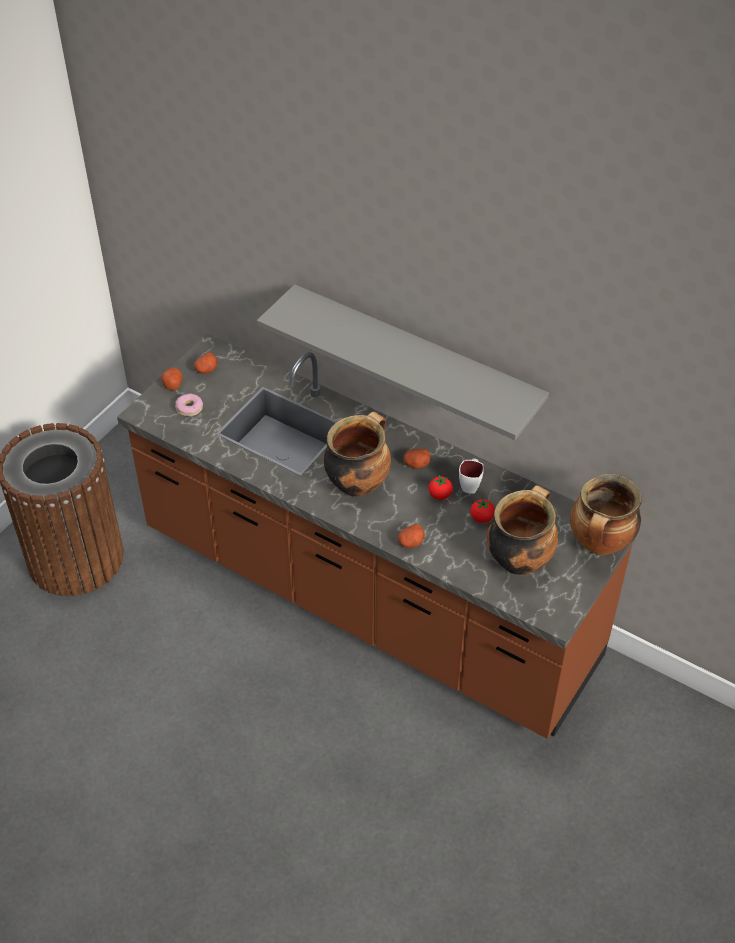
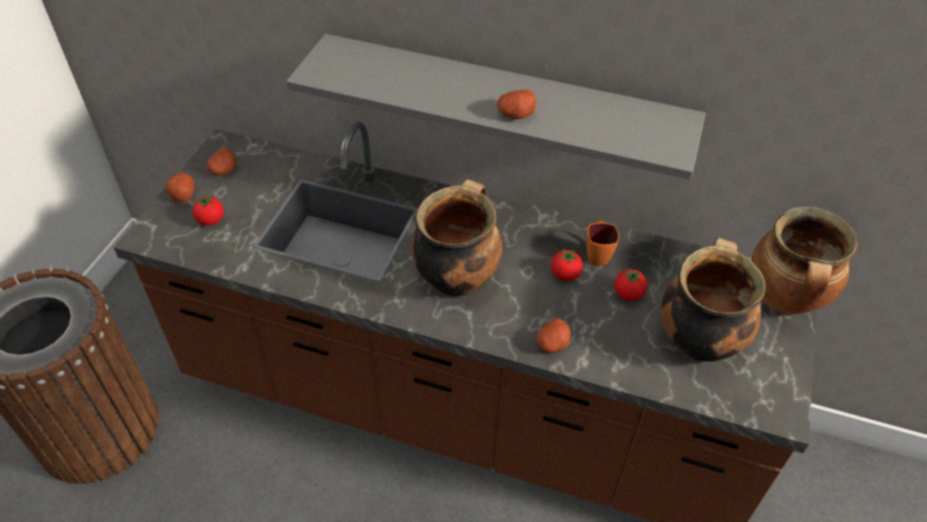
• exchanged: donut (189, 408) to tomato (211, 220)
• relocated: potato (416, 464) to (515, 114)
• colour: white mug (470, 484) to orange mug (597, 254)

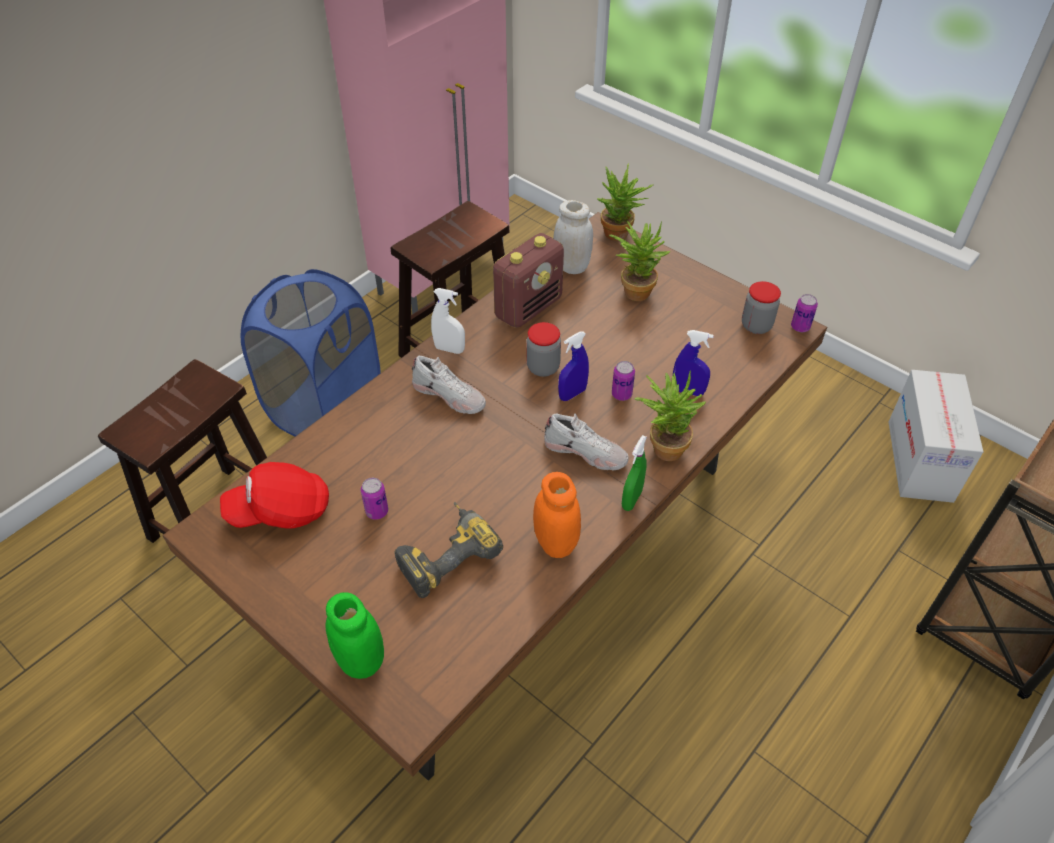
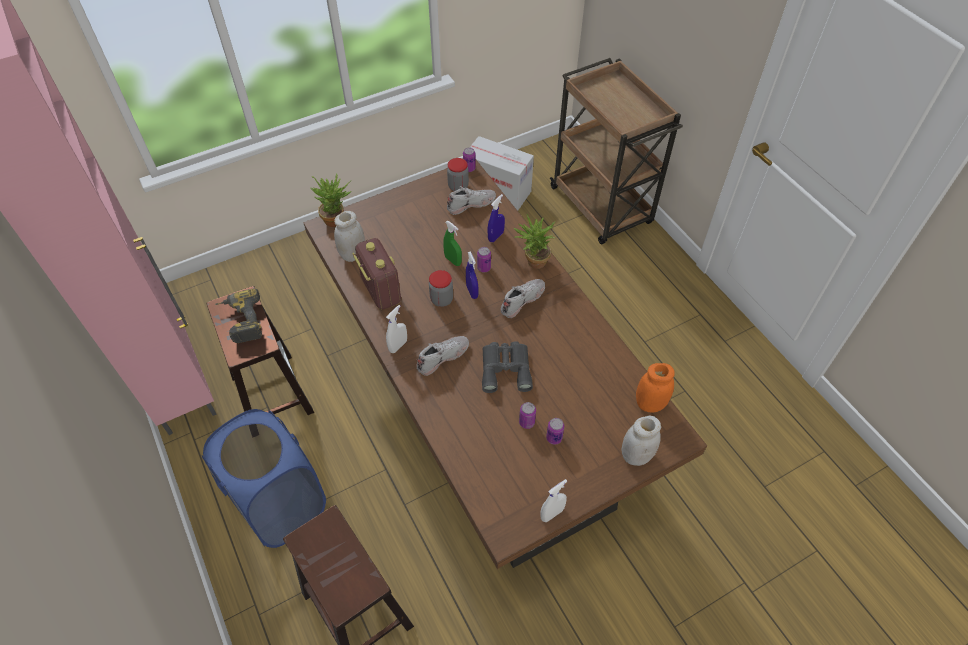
• missing: red cap (280, 510)
• colour: green jar (361, 661) to white jar (636, 455)
• relocated: power drill (445, 553) to (240, 321)
• relocated: orange jar (556, 543) to (650, 404)
• missing: potted plant (635, 289)
• relocated: green spray bottle (631, 499) to (453, 260)
• appeared: white shoe (471, 204)
• appeared: grey binoculars (506, 368)
• appeared: white spray bottle (552, 514)
• appeared: can (554, 438)

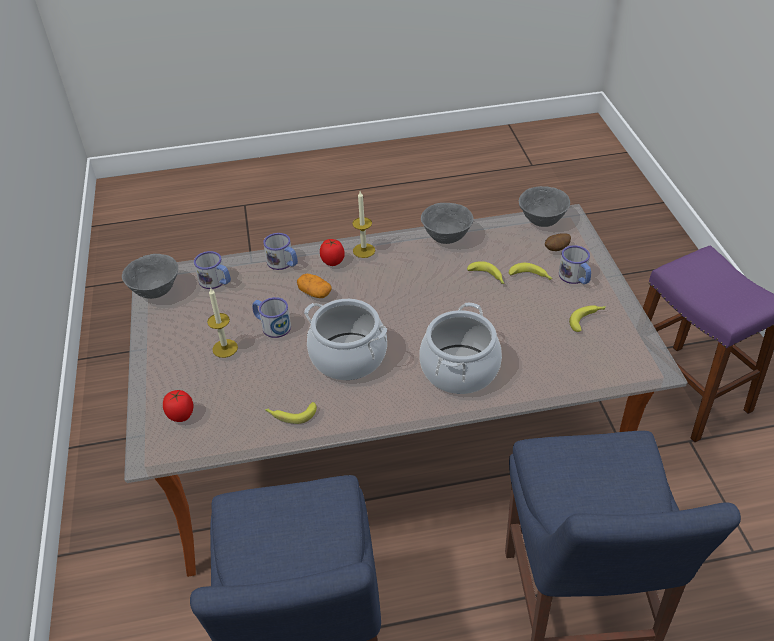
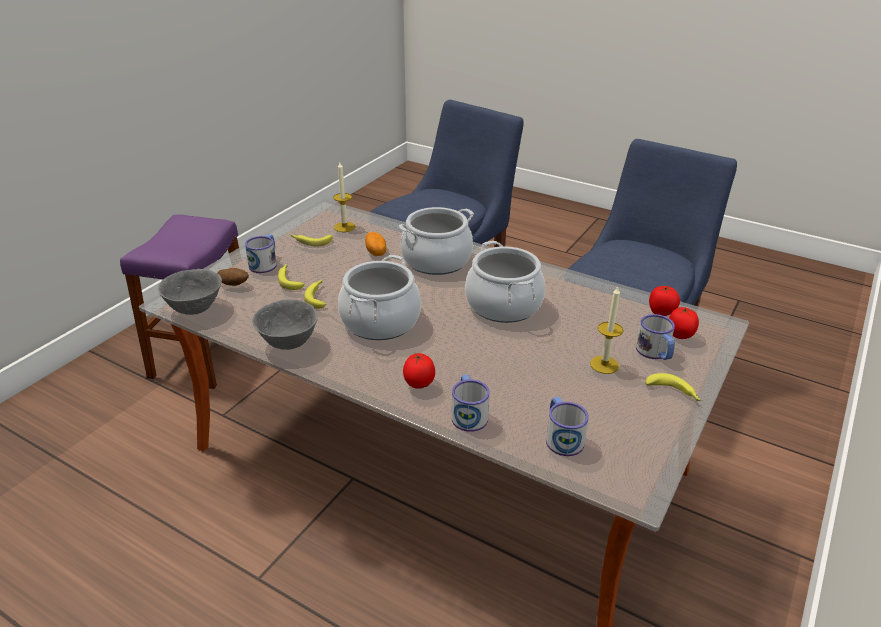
• missing: grey bowl (156, 291)
• relocated: mug (272, 325) to (655, 353)
• relocated: banana (290, 414) to (673, 393)
• relocated: potato (314, 293) to (376, 252)
• relocated: candle (364, 250) to (344, 227)
• appeared: cooking pot (380, 321)
• appeared: tomato (661, 313)

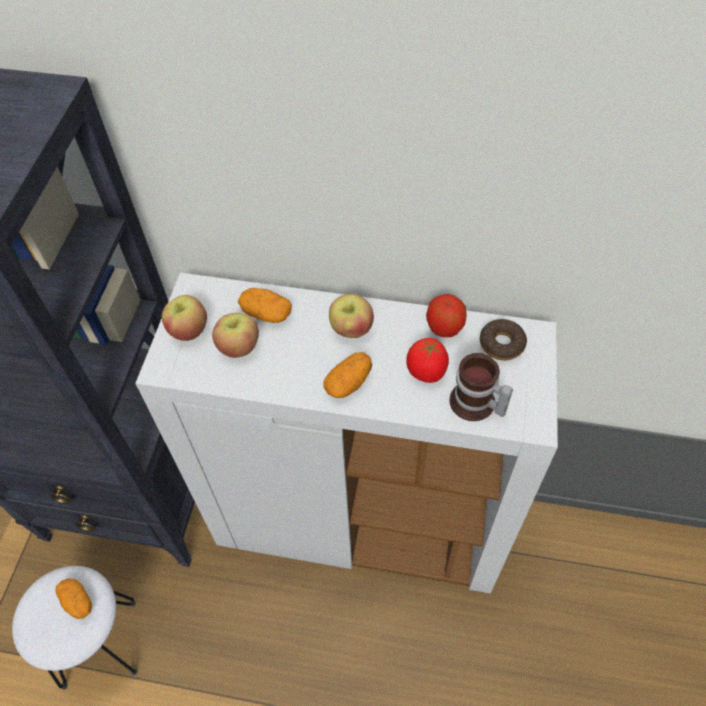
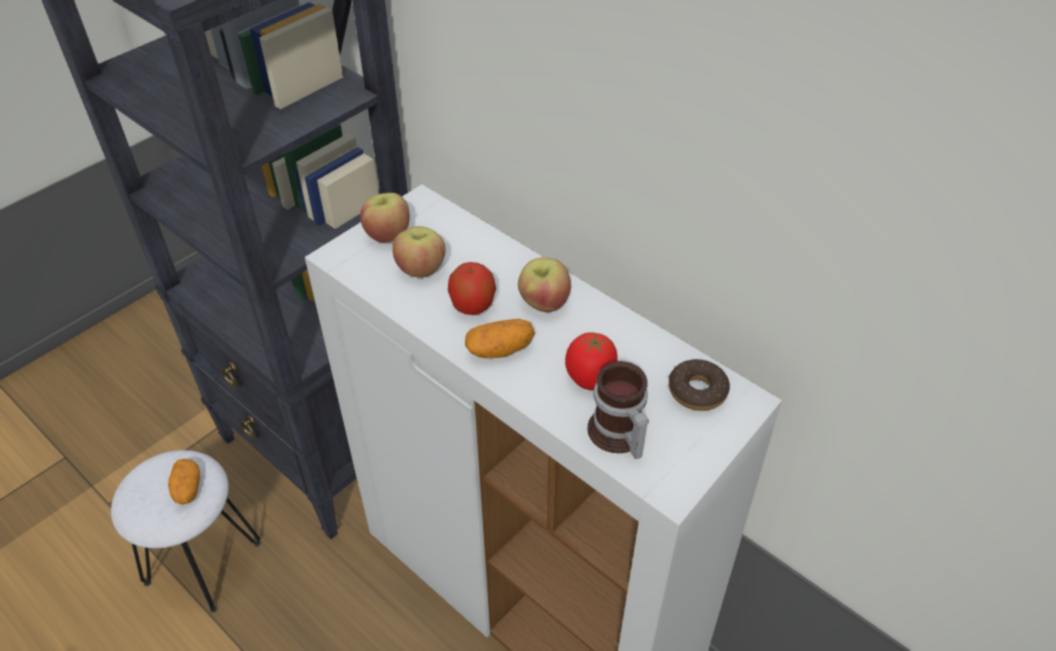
• missing: potato (266, 313)
• relocated: apple (444, 327) to (472, 306)

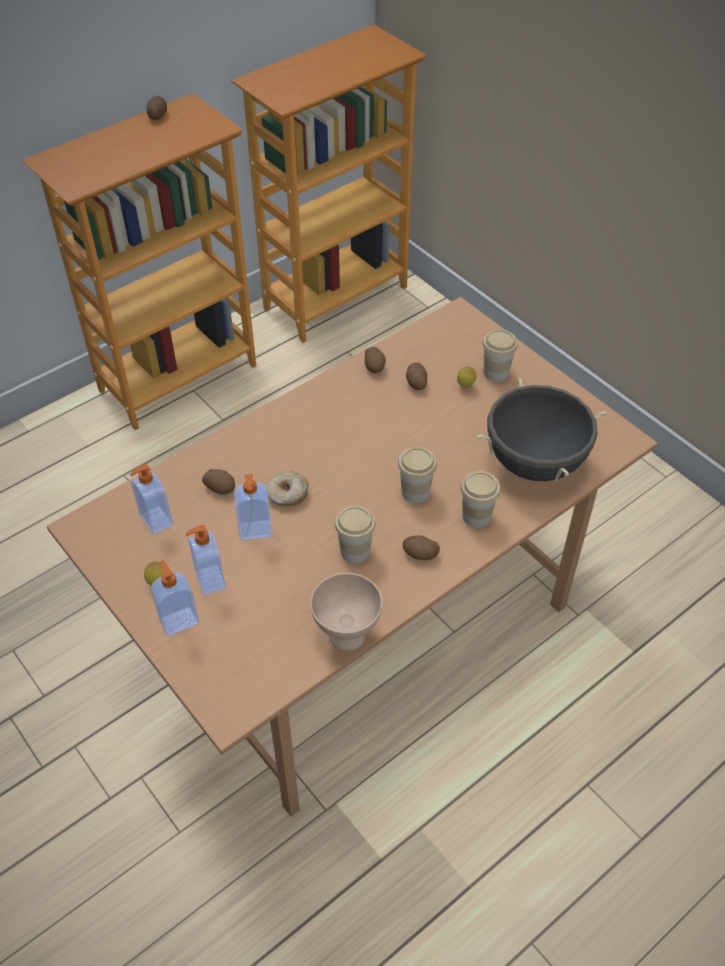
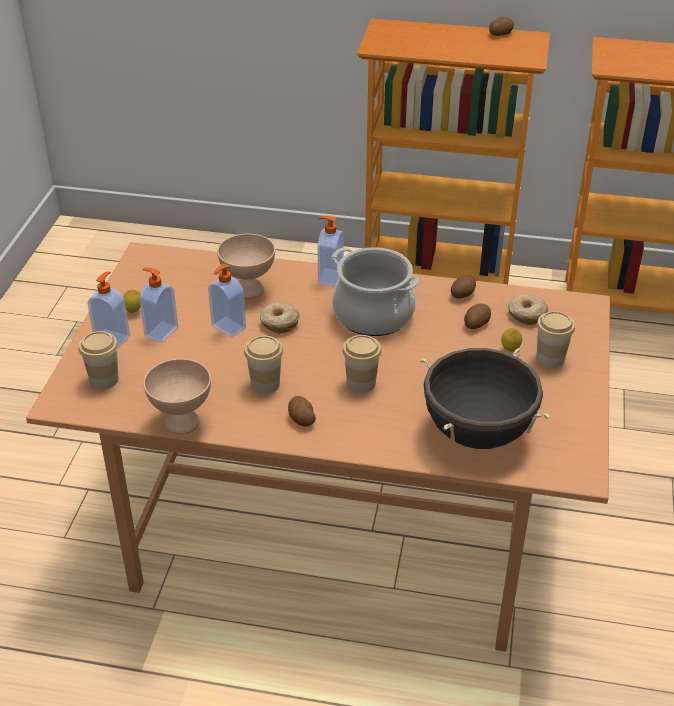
• relocated: soap dispenser (155, 521) to (329, 277)
• exchanged: potato (220, 487) to beige bowl (248, 290)
• relocated: cup (476, 516) to (104, 379)
• appeared: cooking pot (374, 315)
• appeared: donut (526, 315)

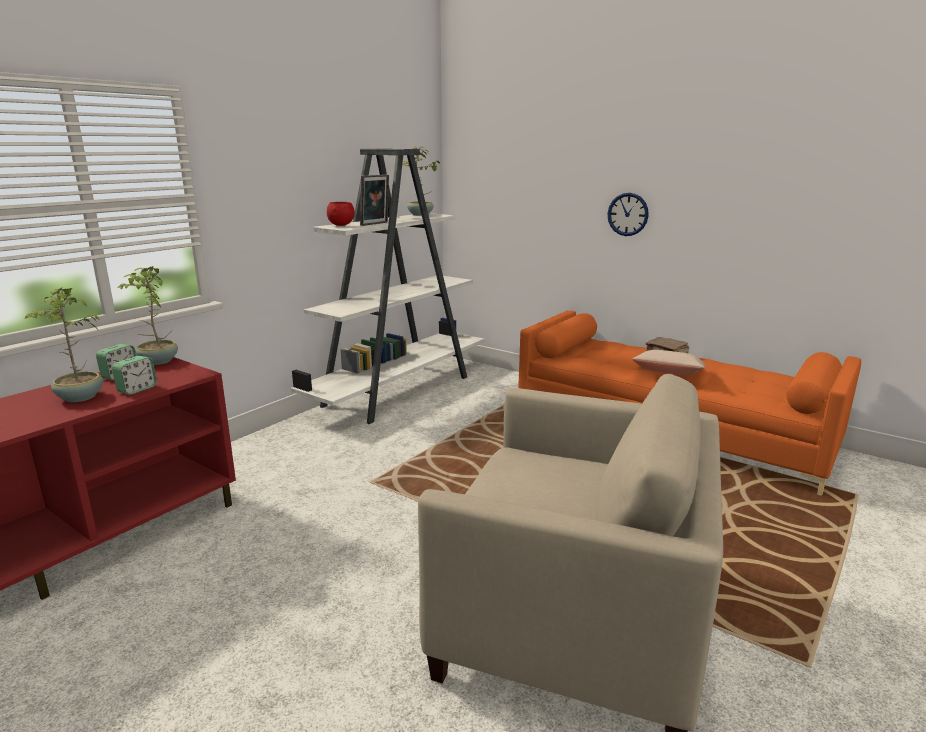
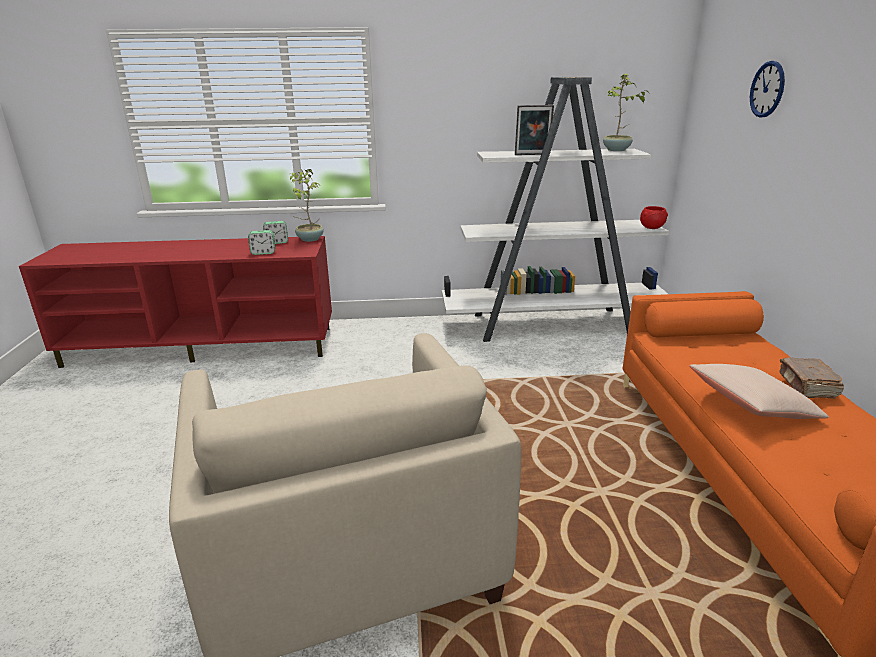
• missing: potted plant (80, 398)
• relocated: red bowl (341, 225) to (652, 228)
• relocated: wall clock (627, 214) to (767, 89)

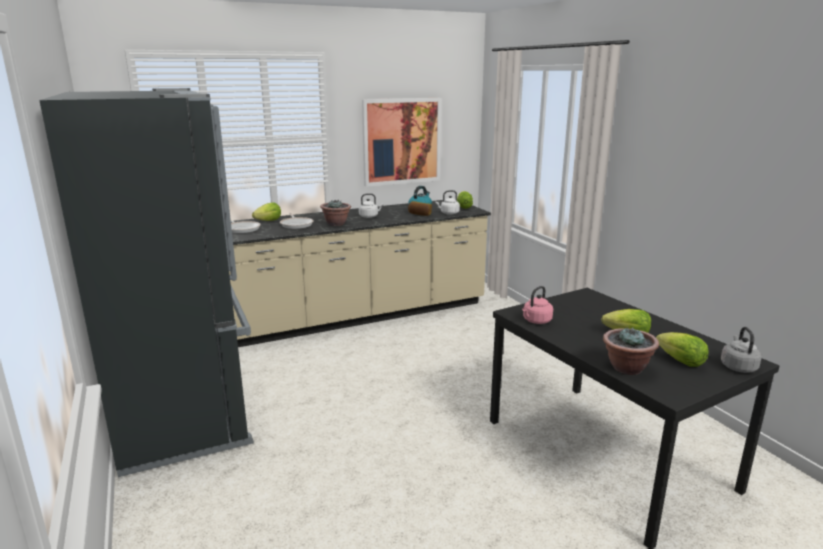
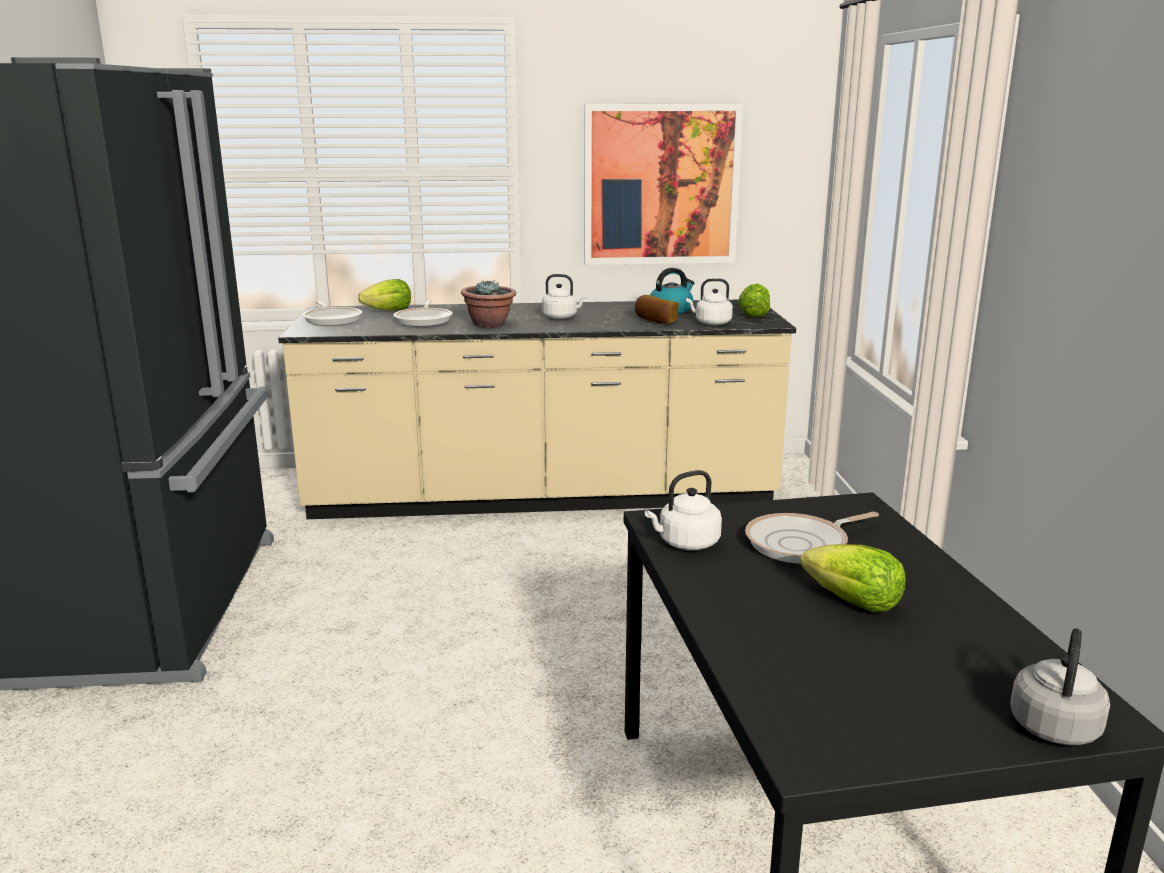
• colour: pink kettle (536, 321) to white kettle (686, 543)
• missing: potted plant (626, 368)
• missing: lettuce (681, 362)
• appeared: frying pan (801, 544)

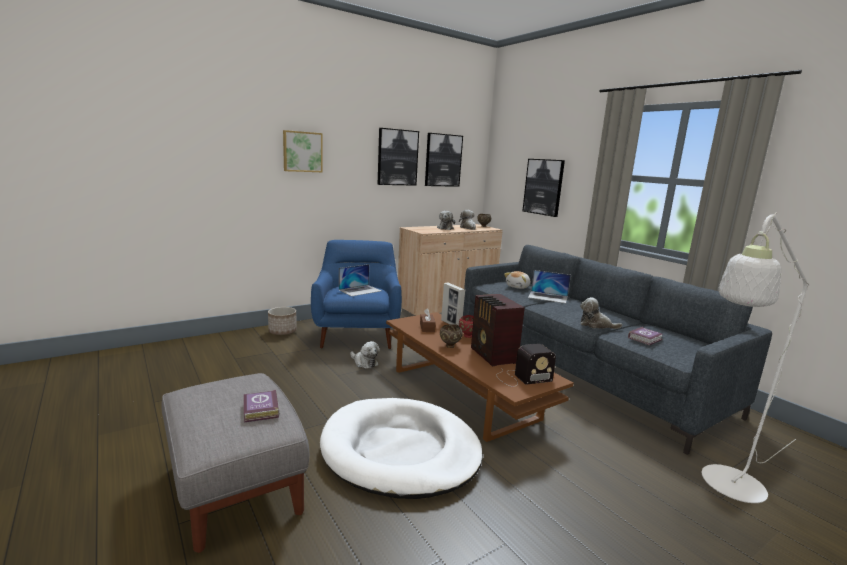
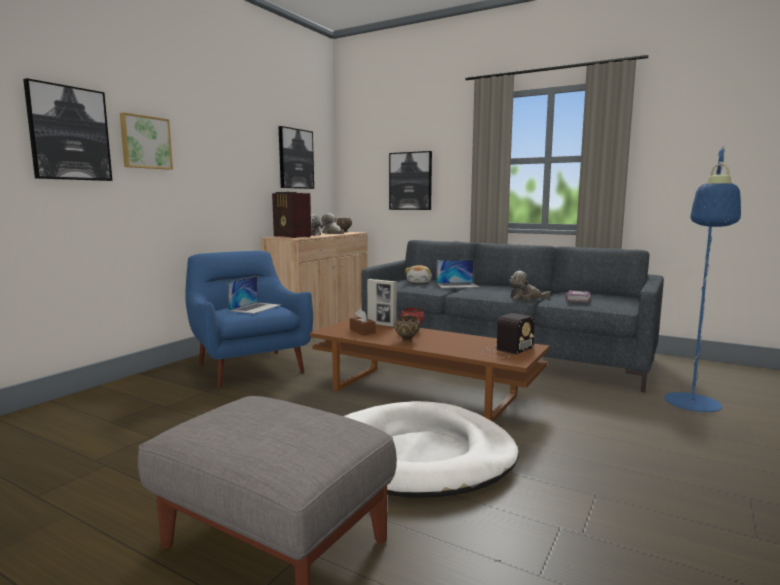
• missing: book (260, 410)
• missing: planter (282, 331)
• missing: plush toy (364, 363)
• relocated: picture (397, 157) to (69, 133)
• relocated: radio (493, 356) to (292, 236)
• colour: white floor lamp (726, 488) to blue floor lamp (693, 406)

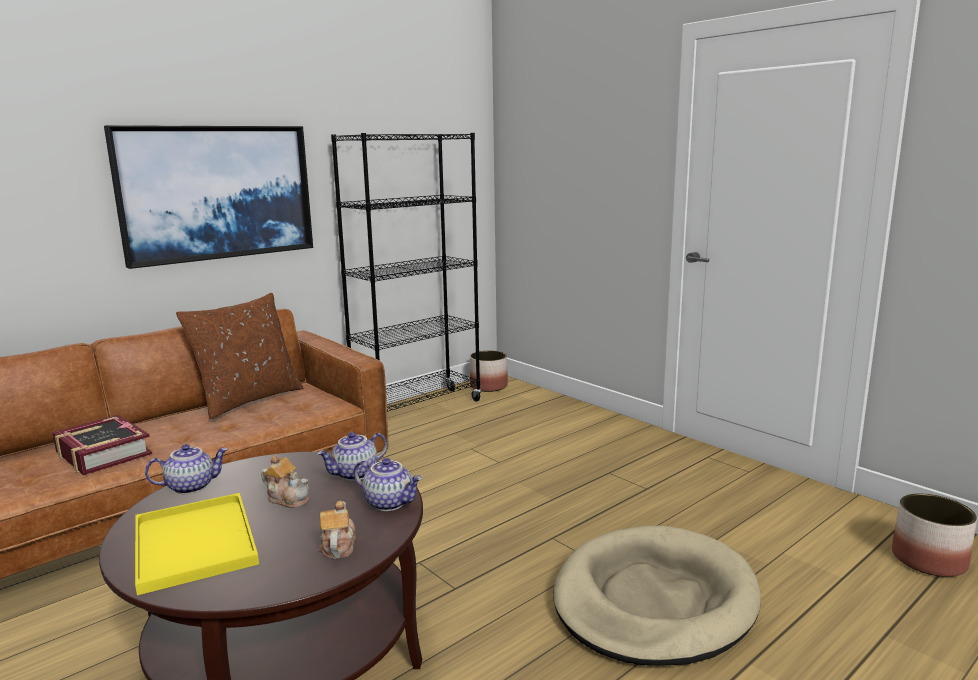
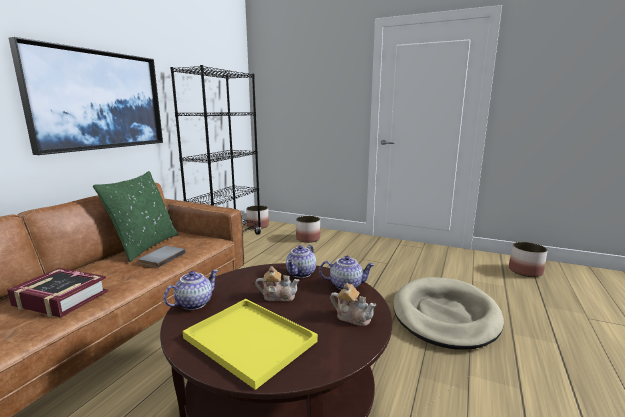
• colour: brown pillow (248, 400) to green pillow (144, 246)
• spun: teapot (338, 546) = (352, 317) 150 degrees clockwise
• appeared: grey book (161, 258)
• appeared: planter (308, 239)

